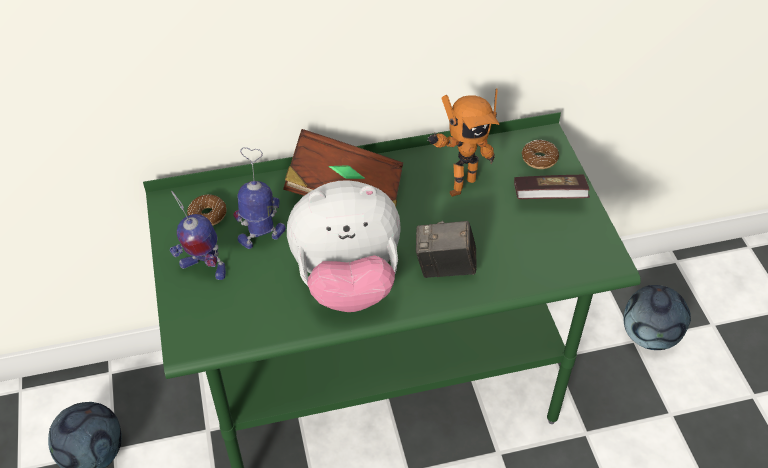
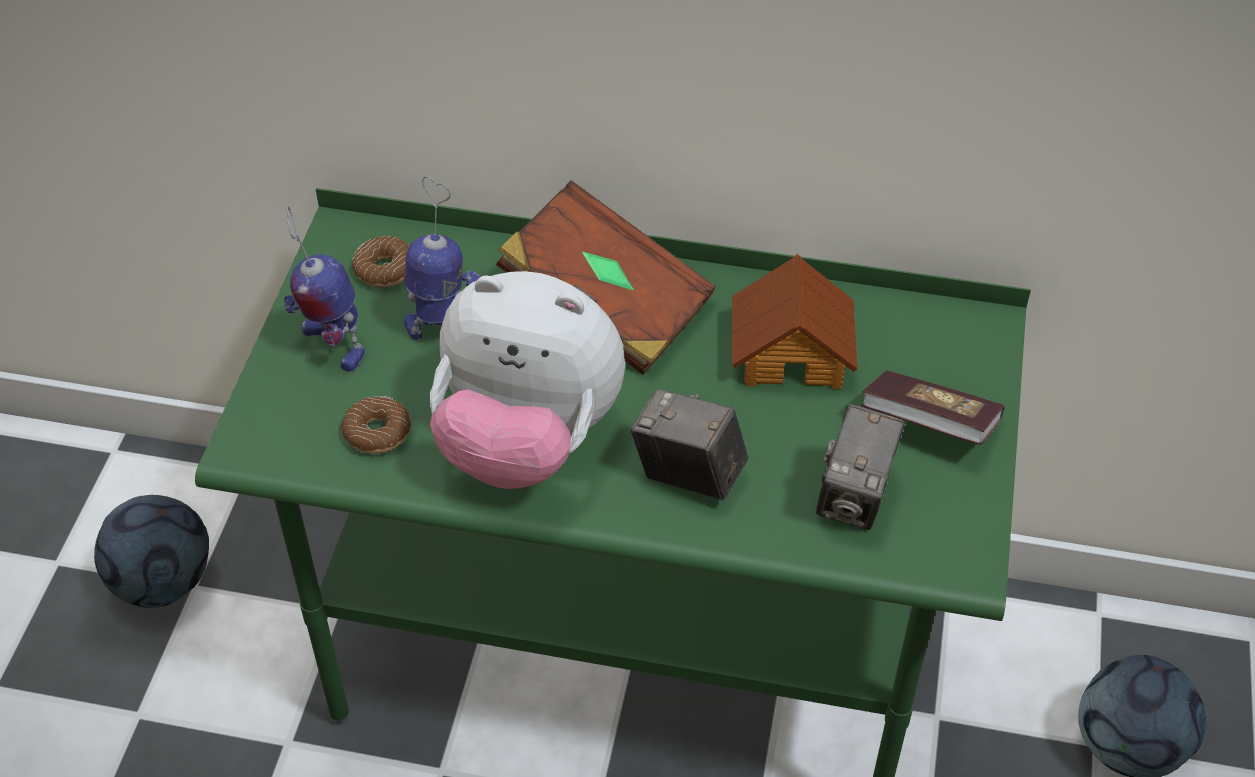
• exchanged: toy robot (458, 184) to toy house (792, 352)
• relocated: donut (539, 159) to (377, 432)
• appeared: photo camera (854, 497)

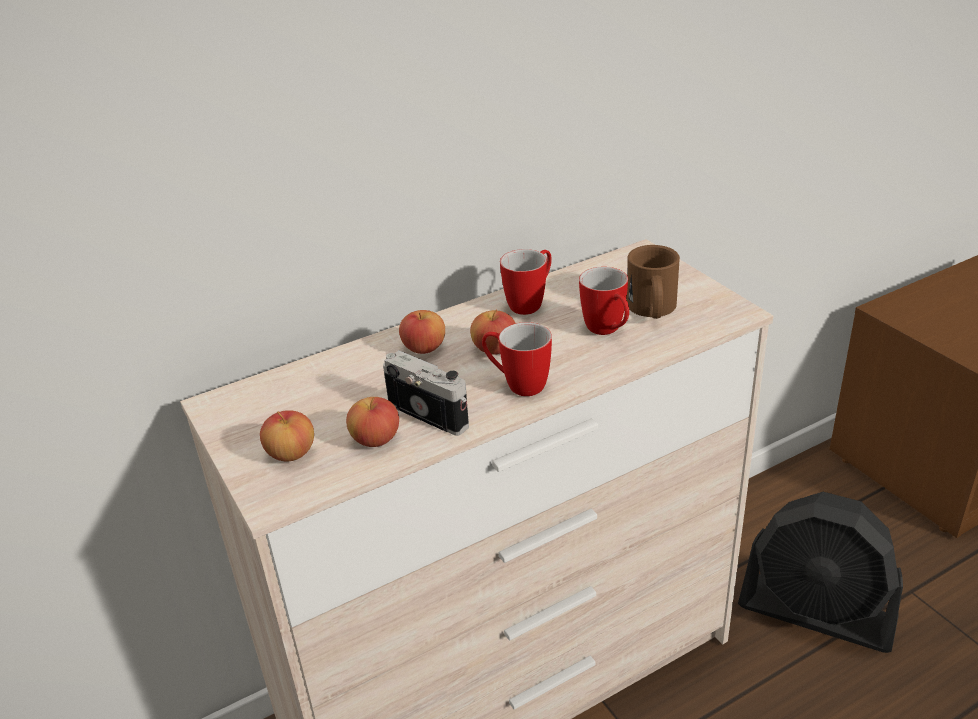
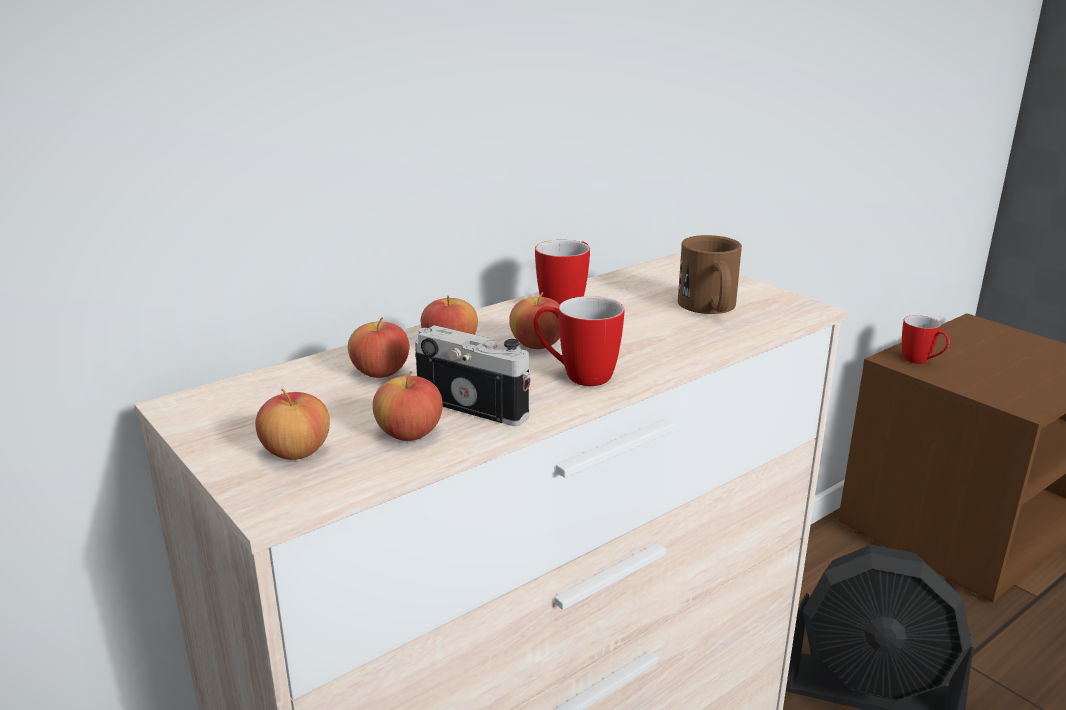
• relocated: mug (608, 331) to (921, 361)
• appeared: apple (380, 372)

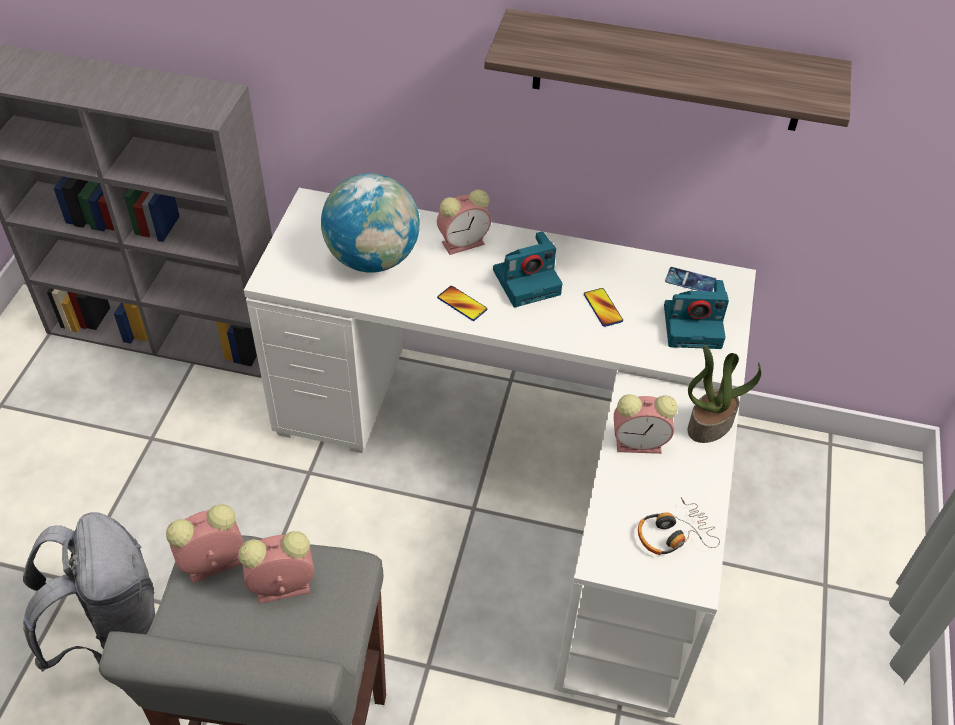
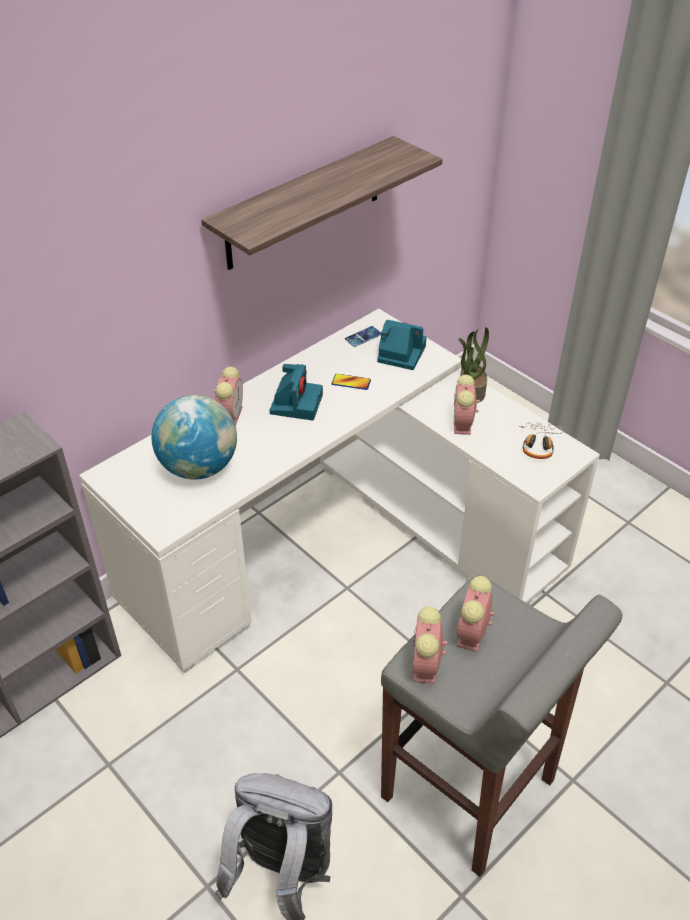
• missing: phone (462, 304)
• spun: alarm clock (640, 443) = (462, 424) 150 degrees clockwise
• spun: photo camera (694, 326) = (400, 353) 105 degrees counterclockwise

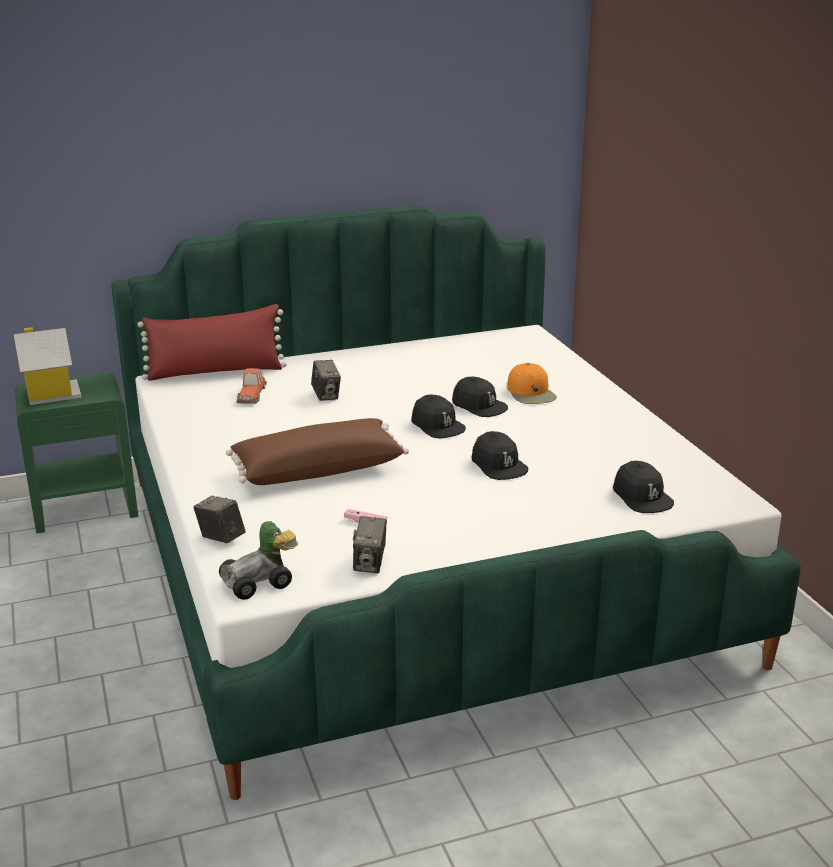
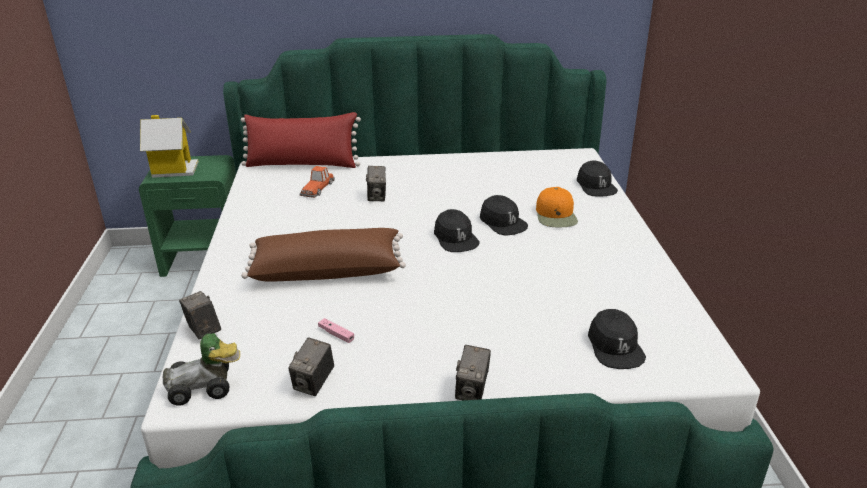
• relocated: black cap (498, 465) to (596, 186)
• appeared: photo camera (472, 391)

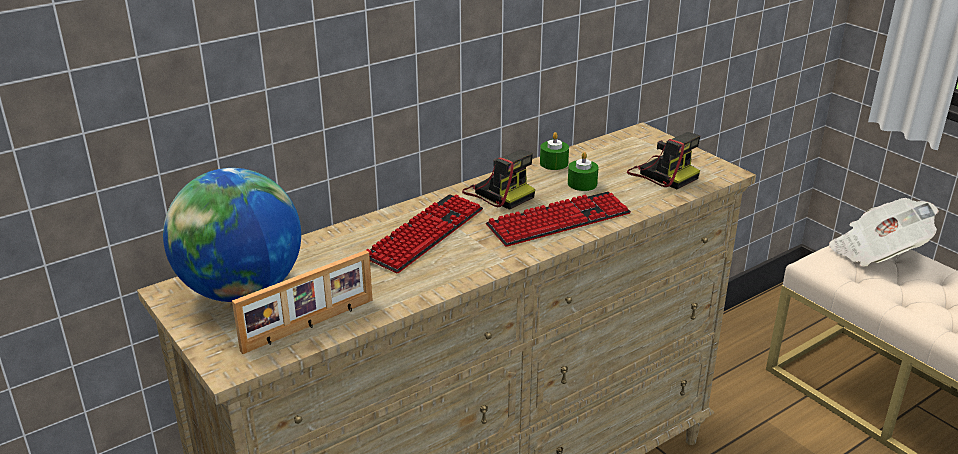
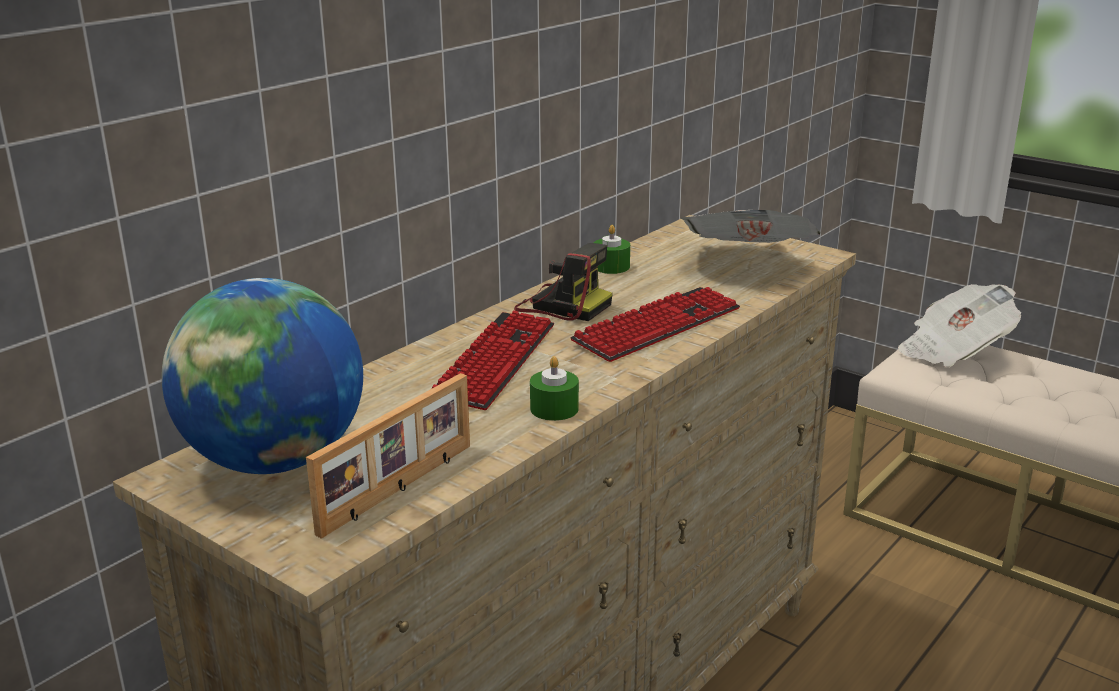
• relocated: green candle (582, 184) to (554, 409)
• exchanged: photo camera (662, 174) to newspaper (748, 264)

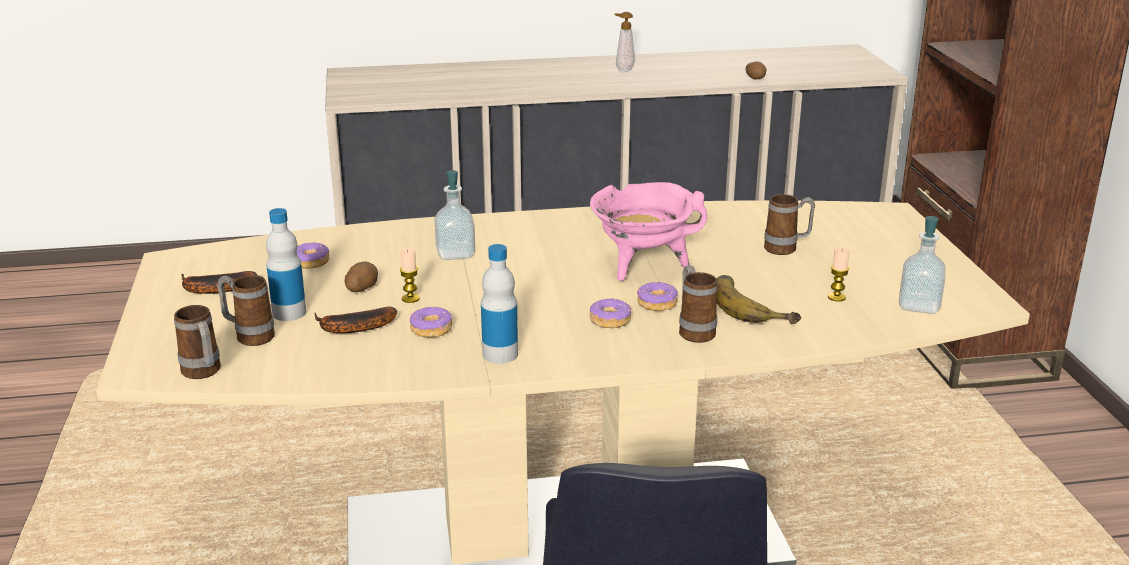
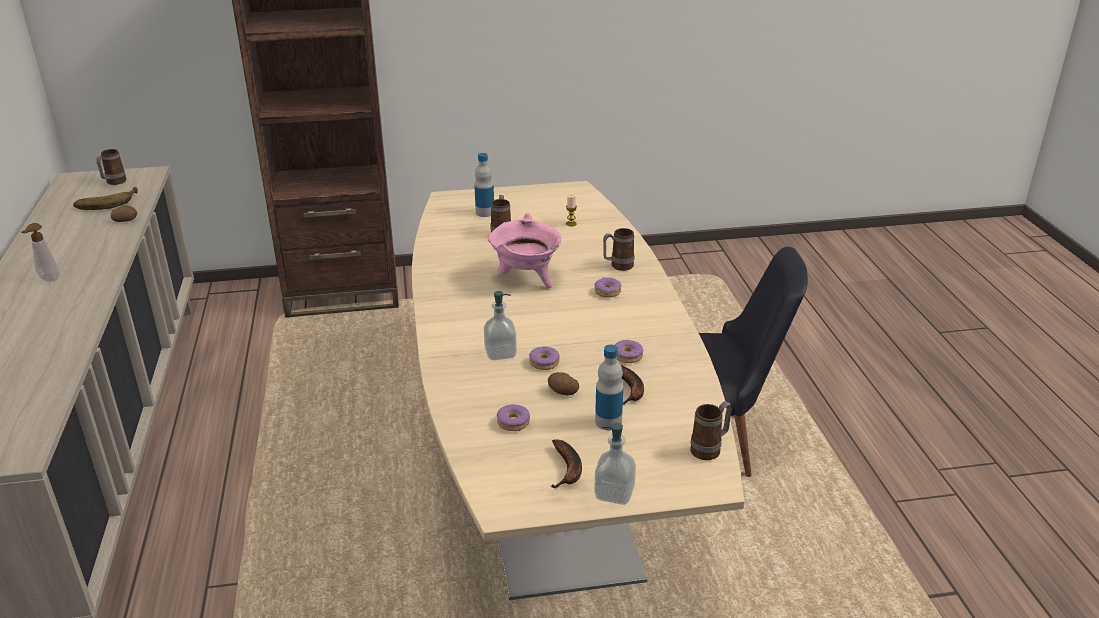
• relocated: mug (249, 336) to (113, 183)
• missing: candle (410, 298)
• relocated: bottle (500, 354) to (485, 213)
• relocated: donut (657, 303) to (544, 363)
• relocated: banana (754, 306) to (106, 202)
• relocated: soap dispenser (919, 305) to (614, 493)

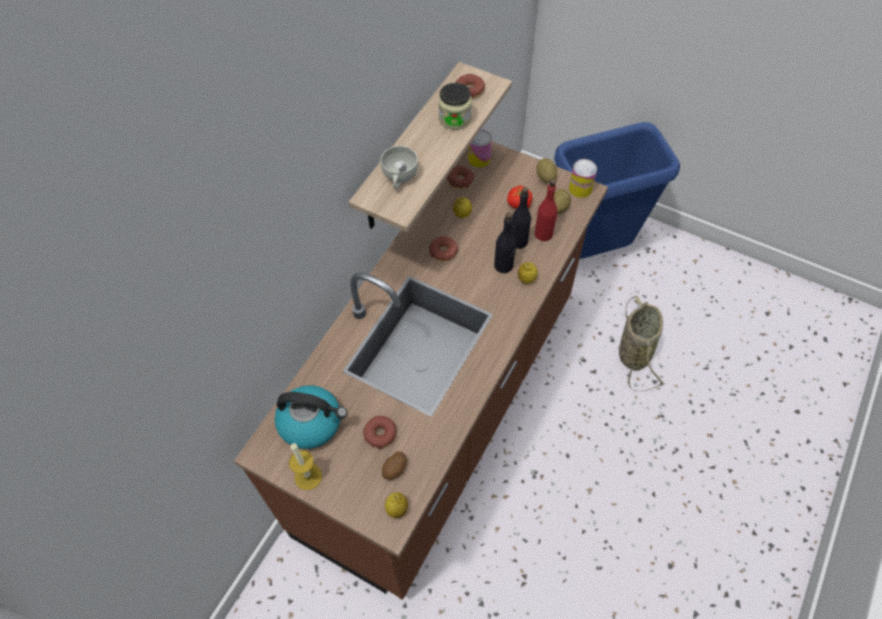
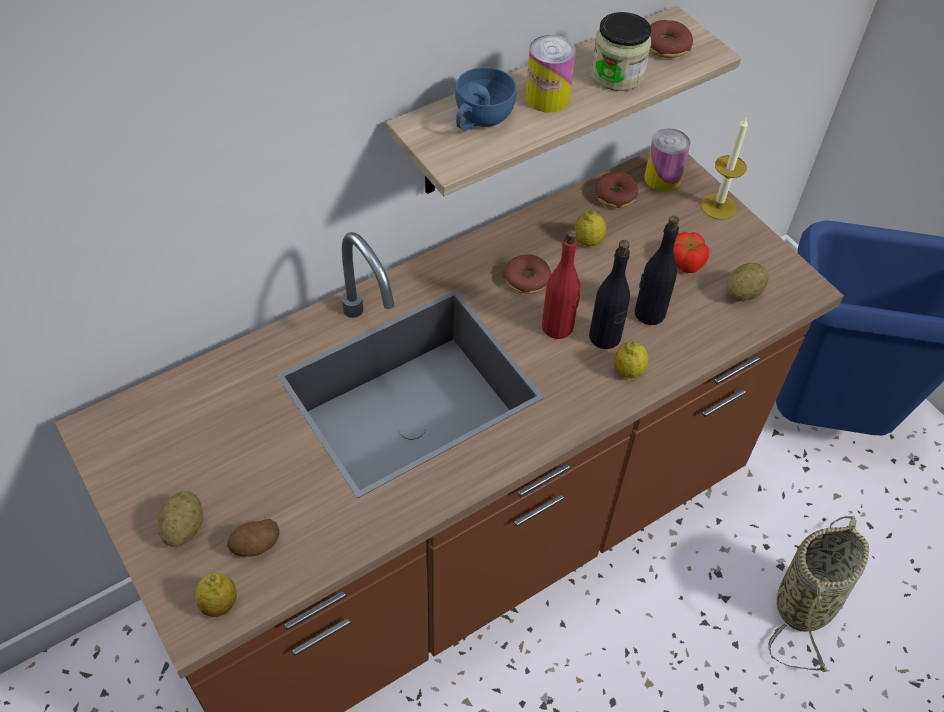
• missing: kettle (312, 422)
• relocated: candle (308, 476) to (718, 206)
• missing: donut (380, 434)
• colour: white cup (399, 178) to blue cup (480, 119)
• relocated: red bottle (544, 234) to (558, 327)
• relocated: potato (545, 177) to (184, 528)
• relocated: can (580, 188) to (547, 97)

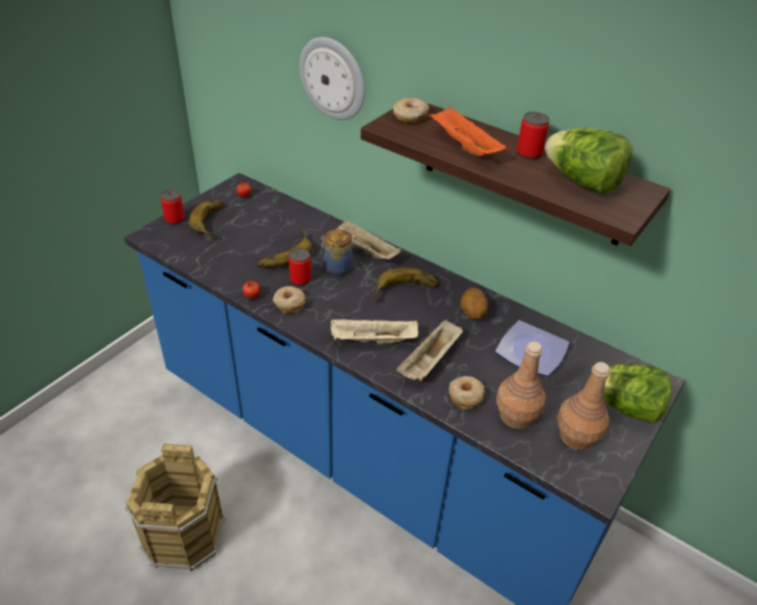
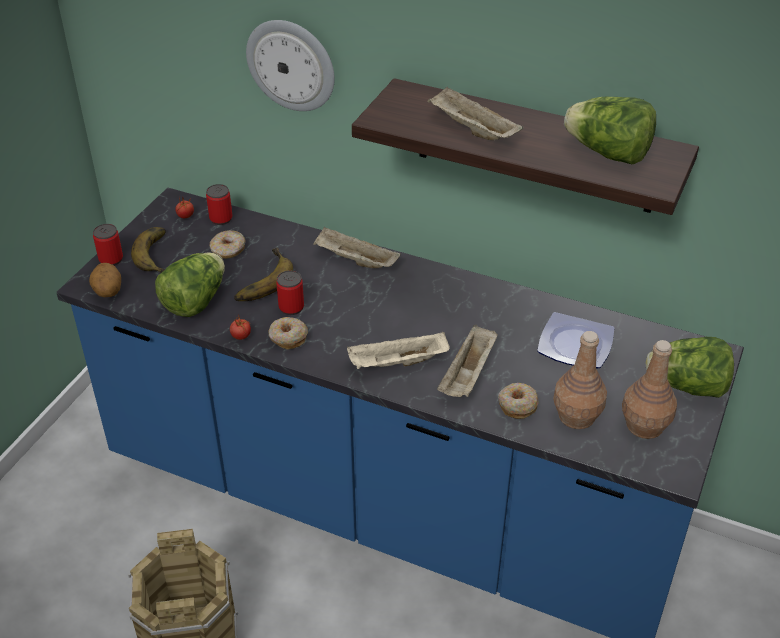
• missing: jar (336, 267)
• missing: banana (405, 292)
• relocated: donut (410, 116) to (228, 250)
• colour: orange tray (463, 146) to beige tray (471, 130)
• relocated: potato (472, 314) to (108, 292)
• relocated: can (529, 153) to (221, 219)
• appeared: lettuce (195, 301)

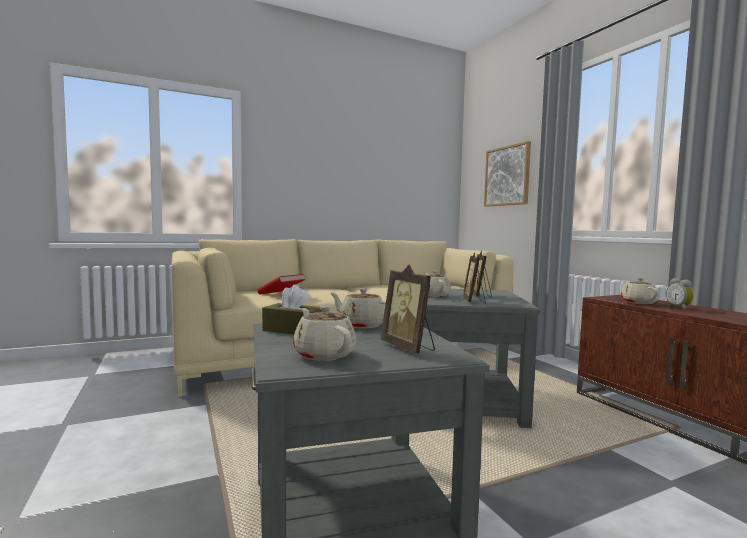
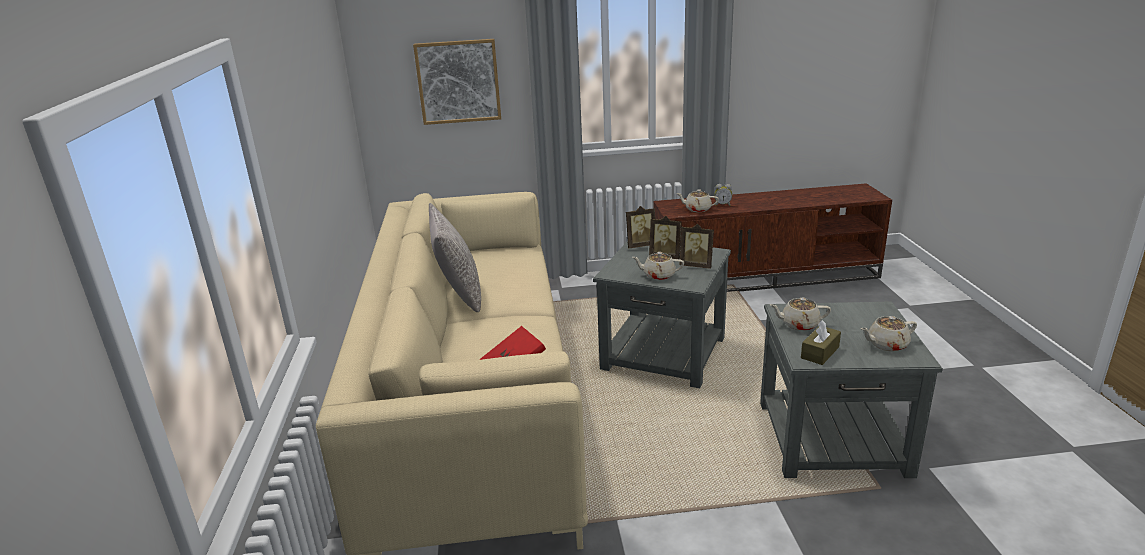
• spun: beige teapot (361, 325) = (799, 324) 45 degrees clockwise
• relocated: picture frame (408, 348) to (640, 245)
• appeared: grey pillow (459, 293)

